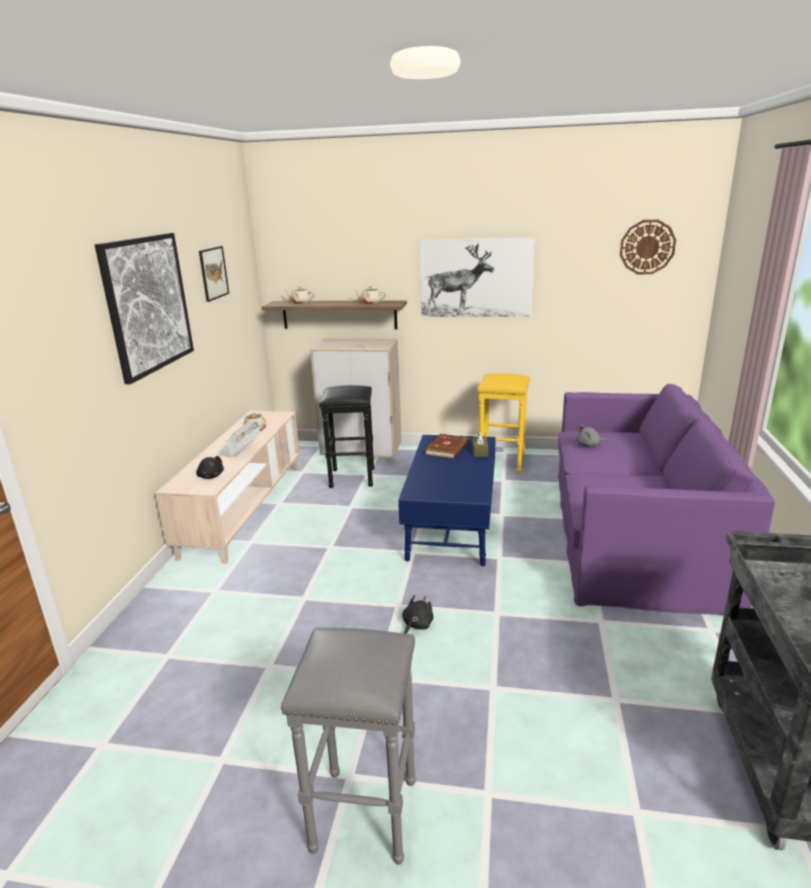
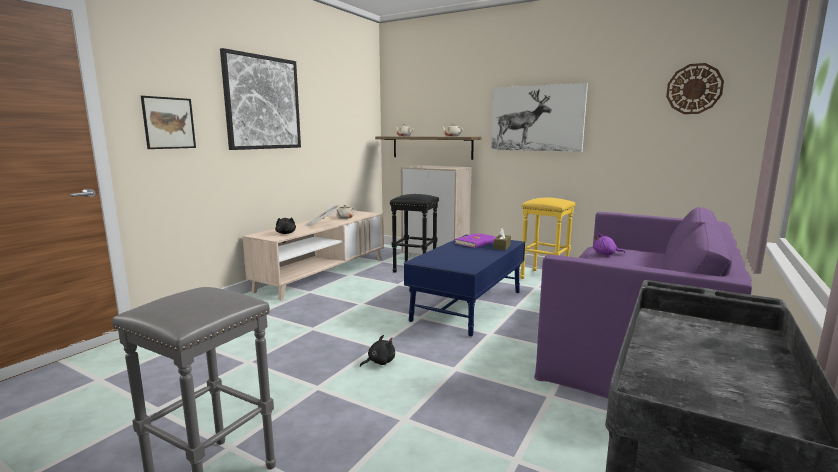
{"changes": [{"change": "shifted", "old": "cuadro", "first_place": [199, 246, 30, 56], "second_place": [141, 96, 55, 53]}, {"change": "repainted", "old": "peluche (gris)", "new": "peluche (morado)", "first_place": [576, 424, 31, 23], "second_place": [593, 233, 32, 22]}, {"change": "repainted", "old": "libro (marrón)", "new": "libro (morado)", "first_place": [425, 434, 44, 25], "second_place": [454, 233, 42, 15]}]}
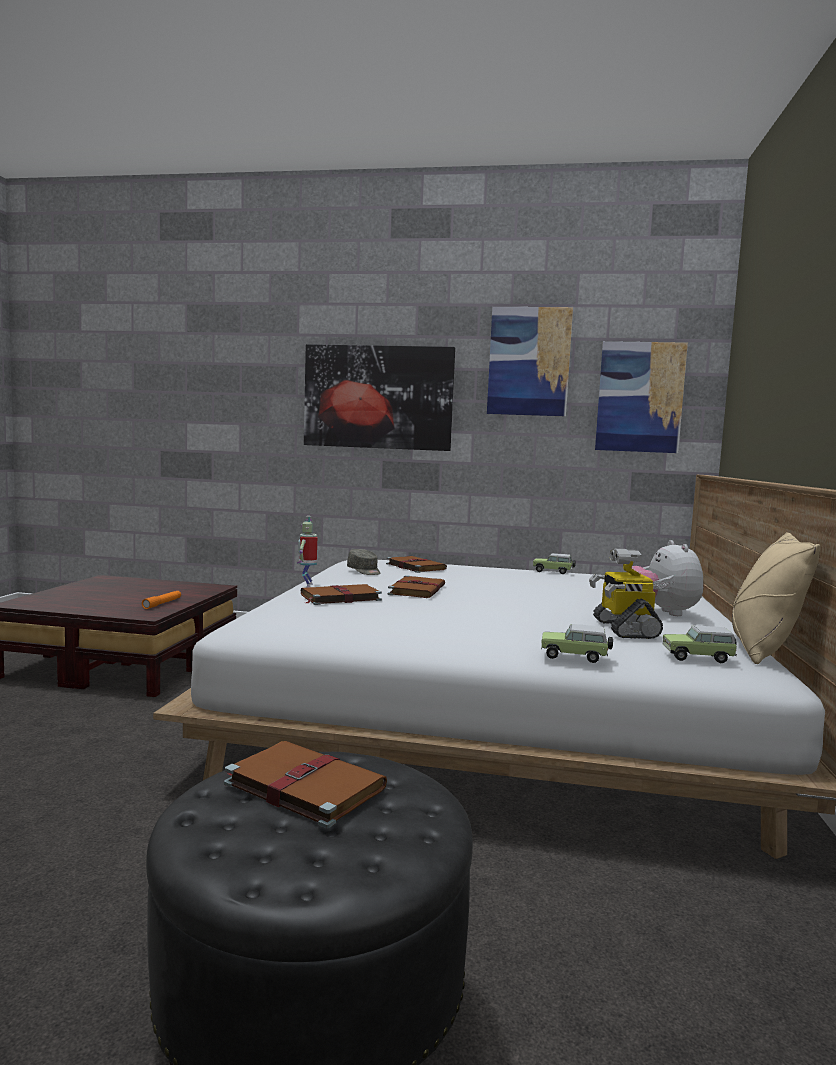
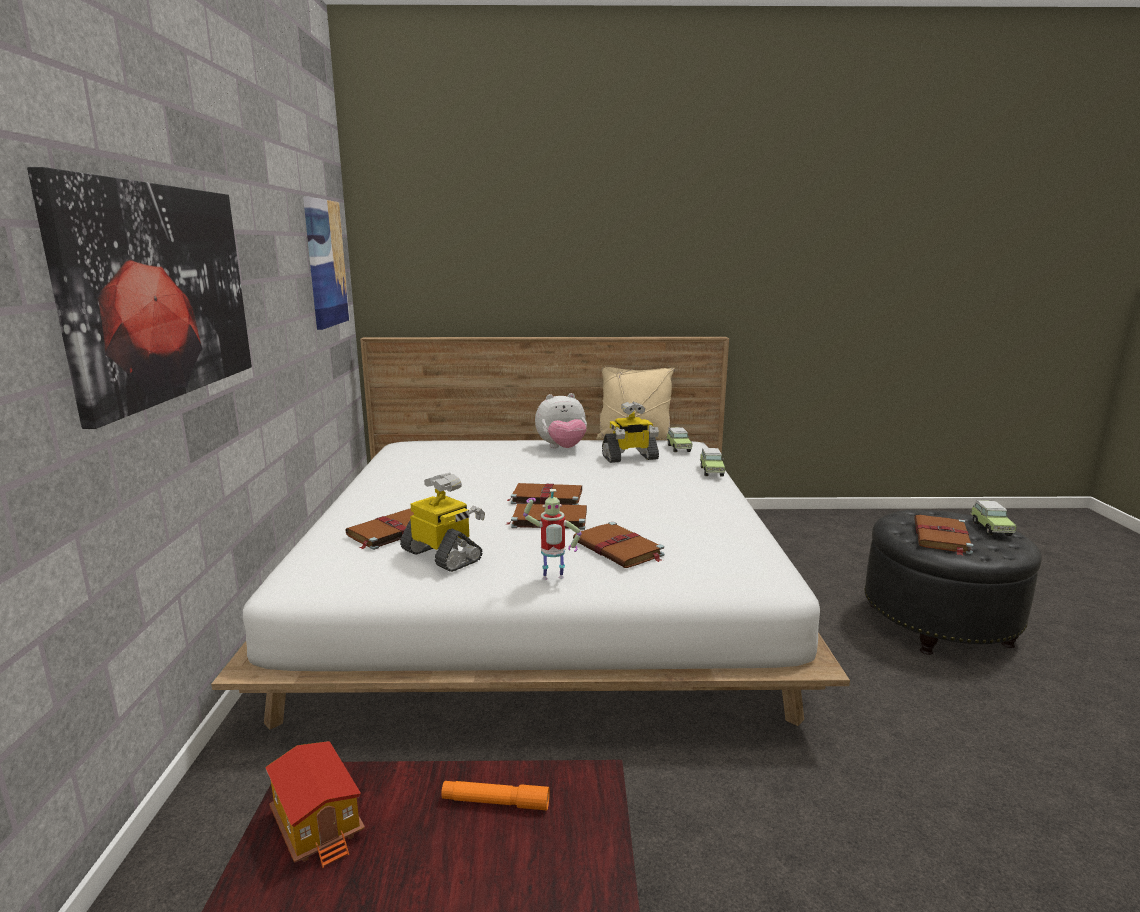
{"changes": [{"change": "gone", "old": "cuadro", "first_place": [487, 307, 86, 109]}, {"change": "swapped", "old": "gorra (gris)", "new": "robot de juguete", "first_place": [347, 549, 34, 26], "second_place": [400, 472, 85, 100]}, {"change": "shifted", "old": "coche de juguete", "first_place": [533, 553, 43, 21], "second_place": [970, 500, 47, 36]}, {"change": "new", "new": "libro (marrón)", "second_place": [507, 483, 75, 22]}, {"change": "new", "new": "casita", "second_place": [265, 741, 100, 127]}]}
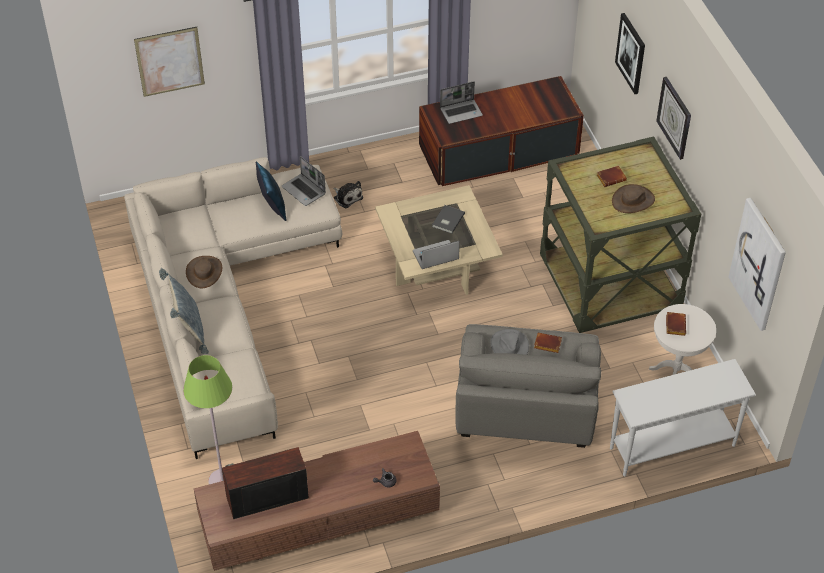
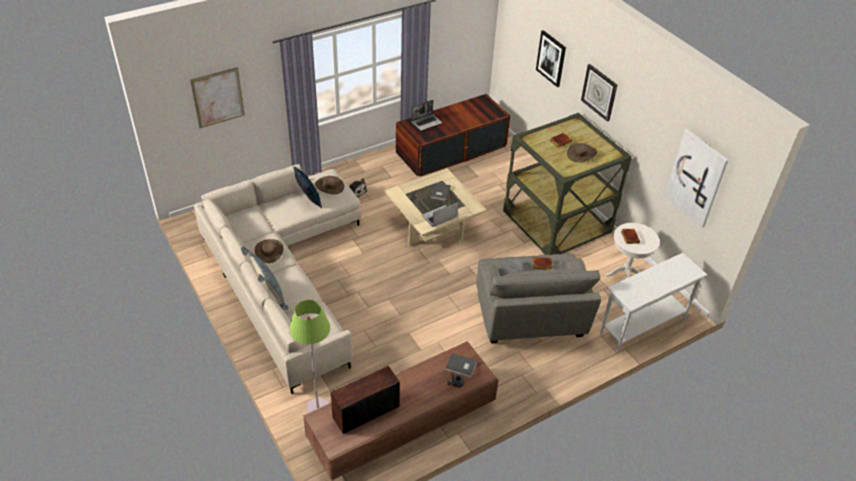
{"changes": [{"change": "swapped", "old": "portátil", "new": "sombrero (marrón)", "first_place": [282, 156, 44, 50], "second_place": [315, 176, 29, 18]}, {"change": "new", "new": "libro (gris)", "second_place": [445, 353, 32, 24]}]}
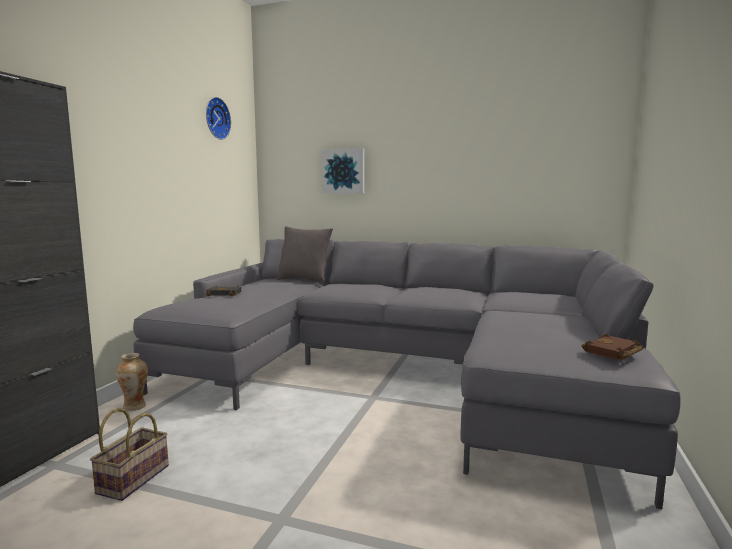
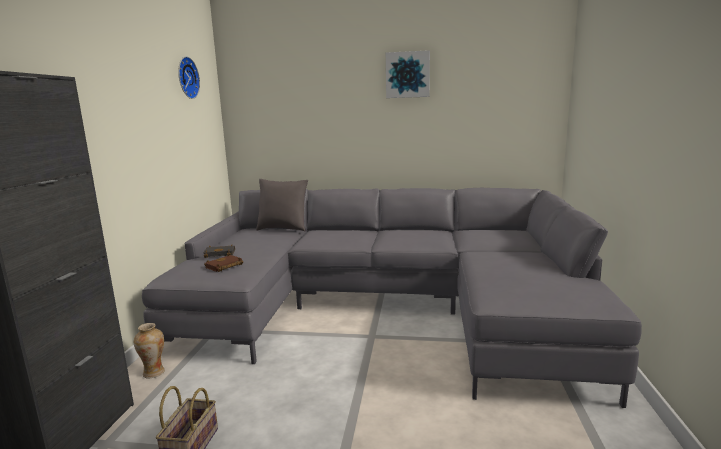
{"changes": [{"change": "shifted", "old": "cuadro", "first_place": [322, 148, 43, 46], "second_place": [386, 50, 44, 48]}, {"change": "shifted", "old": "libro (marrón)", "first_place": [582, 334, 62, 26], "second_place": [204, 254, 39, 18]}]}
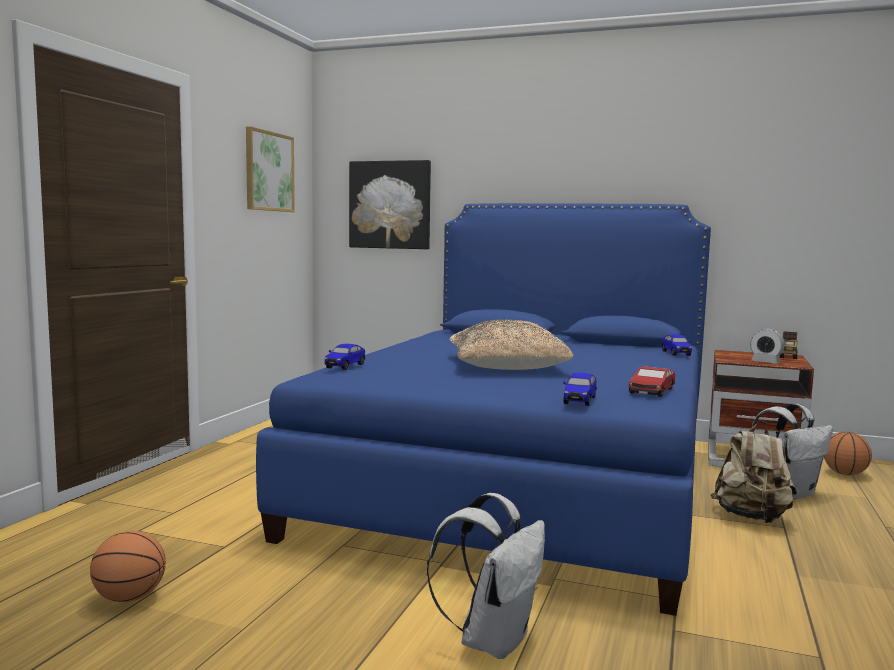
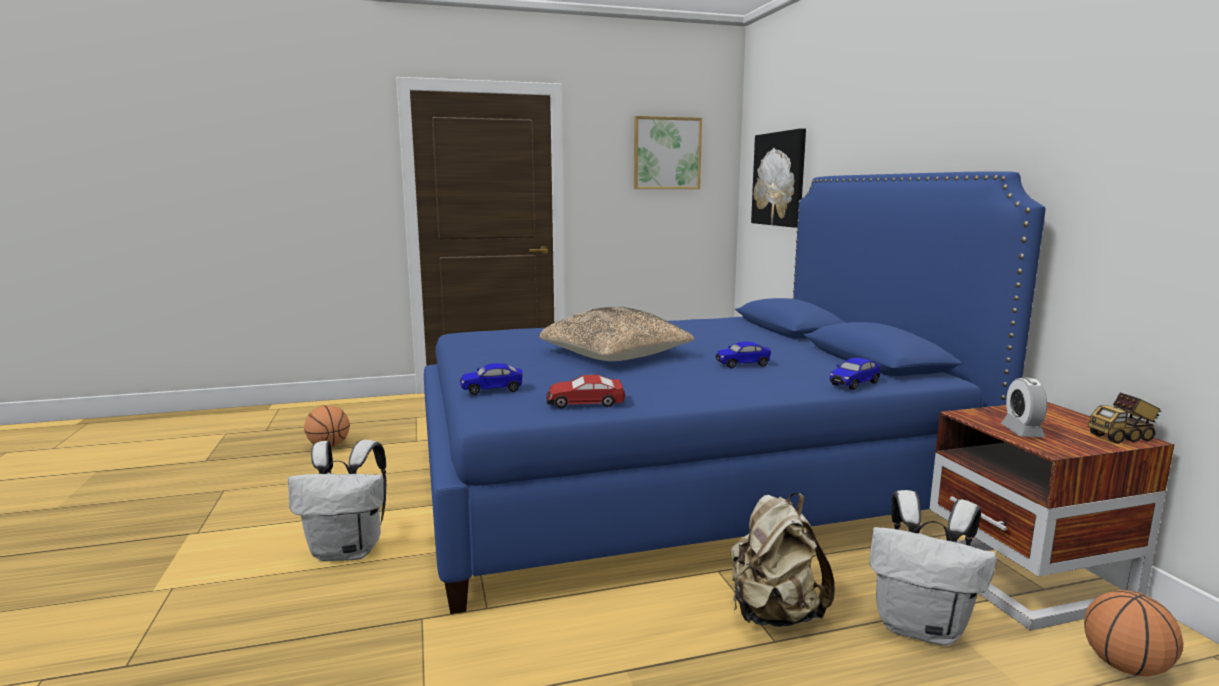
{"changes": [{"change": "shifted", "old": "coche de juguete", "first_place": [325, 344, 40, 26], "second_place": [716, 342, 55, 26]}]}
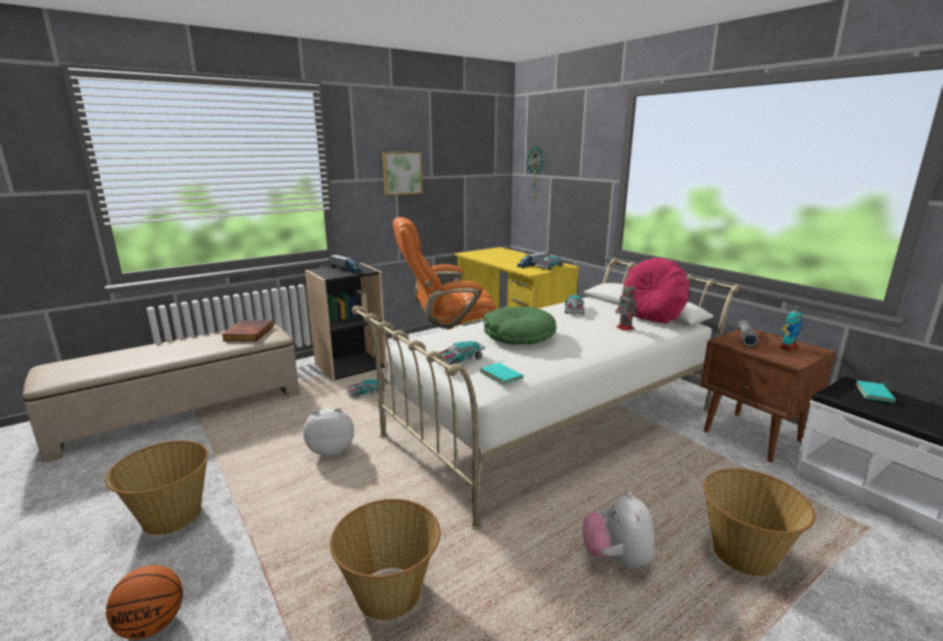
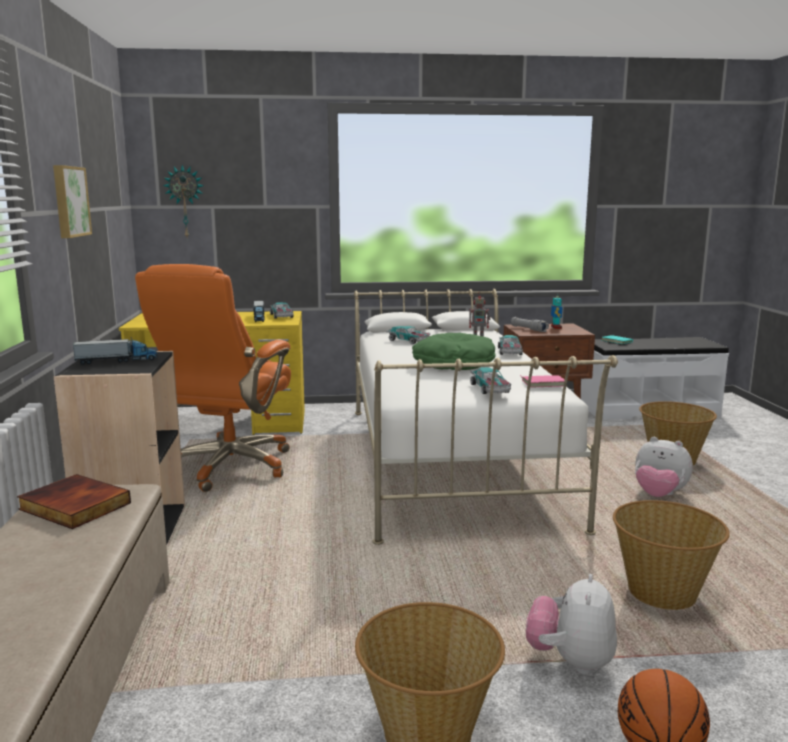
{"changes": [{"change": "gone", "old": "cojín (rosa)", "first_place": [622, 258, 67, 66]}, {"change": "repainted", "old": "libro (turquesa)", "new": "libro (rosa)", "first_place": [481, 361, 42, 24], "second_place": [522, 375, 45, 12]}, {"change": "shifted", "old": "coche de juguete", "first_place": [346, 379, 40, 19], "second_place": [498, 335, 25, 20]}, {"change": "shifted", "old": "peluche", "first_place": [303, 408, 51, 49], "second_place": [526, 574, 91, 101]}]}
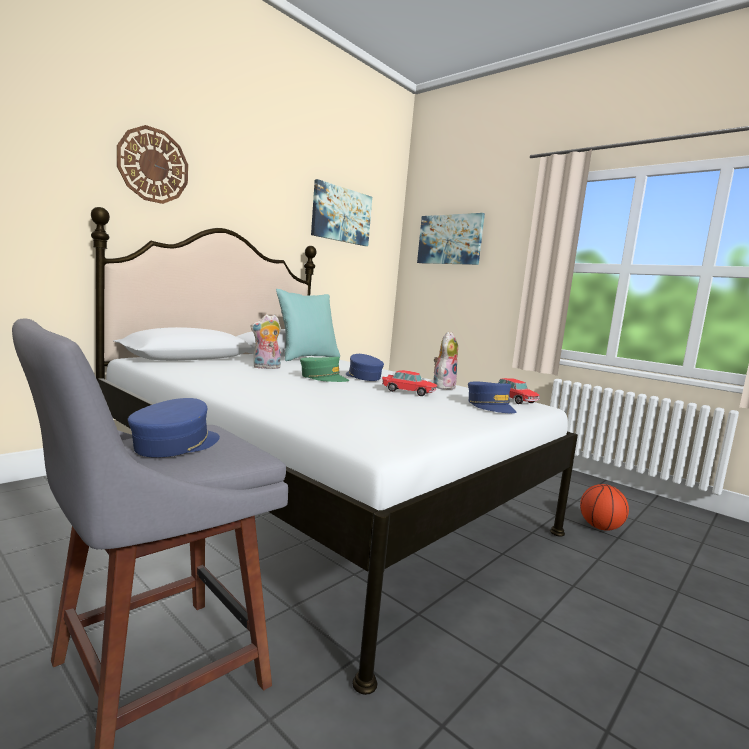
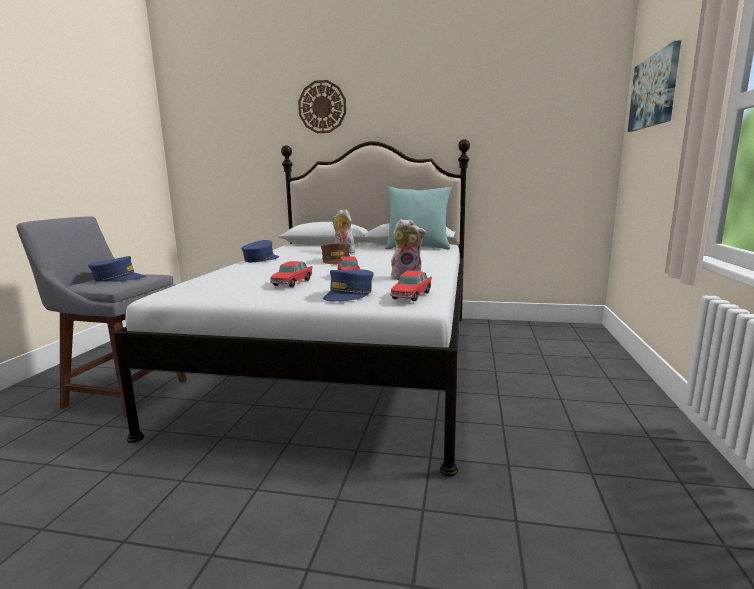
{"changes": [{"change": "gone", "old": "cuadro", "first_place": [311, 179, 61, 67]}, {"change": "shifted", "old": "gorra (azul)", "first_place": [346, 354, 38, 27], "second_place": [241, 240, 38, 22]}, {"change": "repainted", "old": "gorra (verde)", "new": "gorra (marrón)", "first_place": [300, 357, 50, 25], "second_place": [321, 243, 29, 21]}, {"change": "gone", "old": "balón de baloncesto", "first_place": [580, 484, 49, 47]}, {"change": "new", "new": "coche de juguete", "second_place": [270, 261, 43, 26]}]}
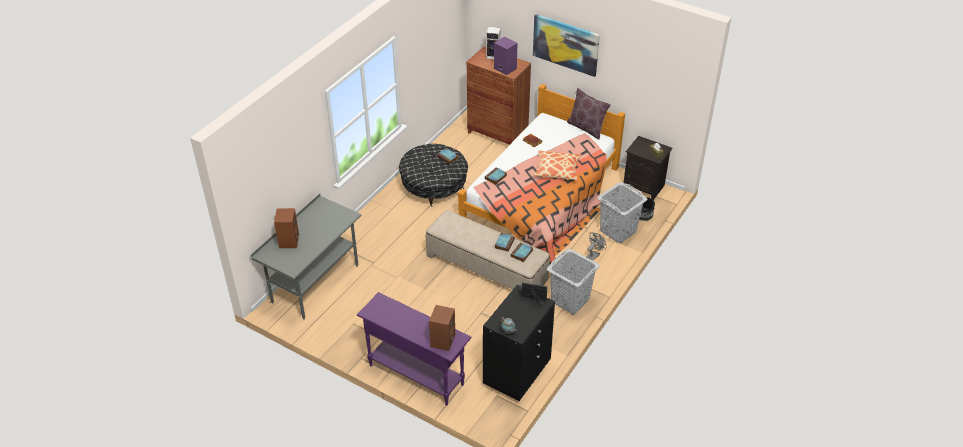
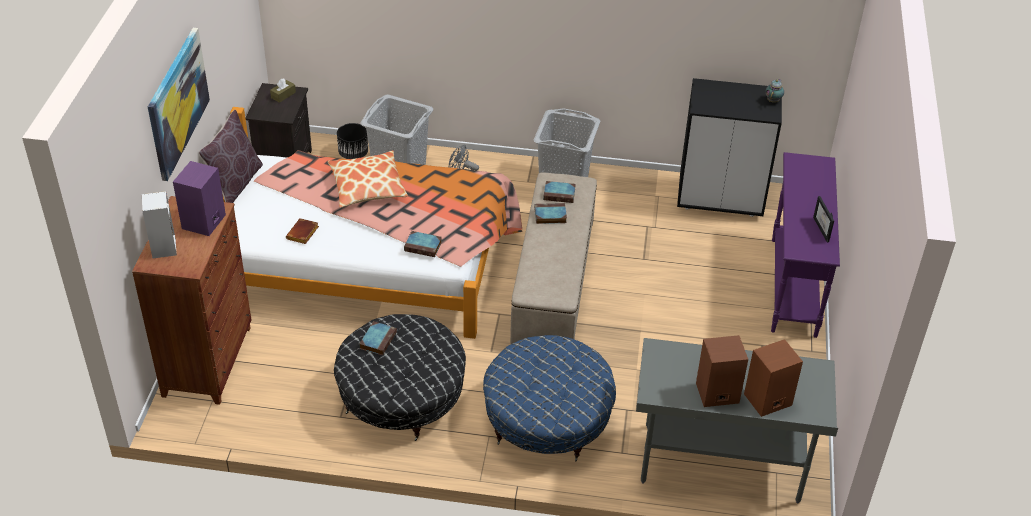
{"changes": [{"change": "shifted", "old": "portarretratos", "first_place": [521, 282, 27, 25], "second_place": [813, 196, 21, 46]}, {"change": "shifted", "old": "altavoz (marrón)", "first_place": [429, 305, 26, 46], "second_place": [696, 335, 52, 72]}, {"change": "new", "new": "puf (azul)", "second_place": [483, 335, 133, 126]}]}
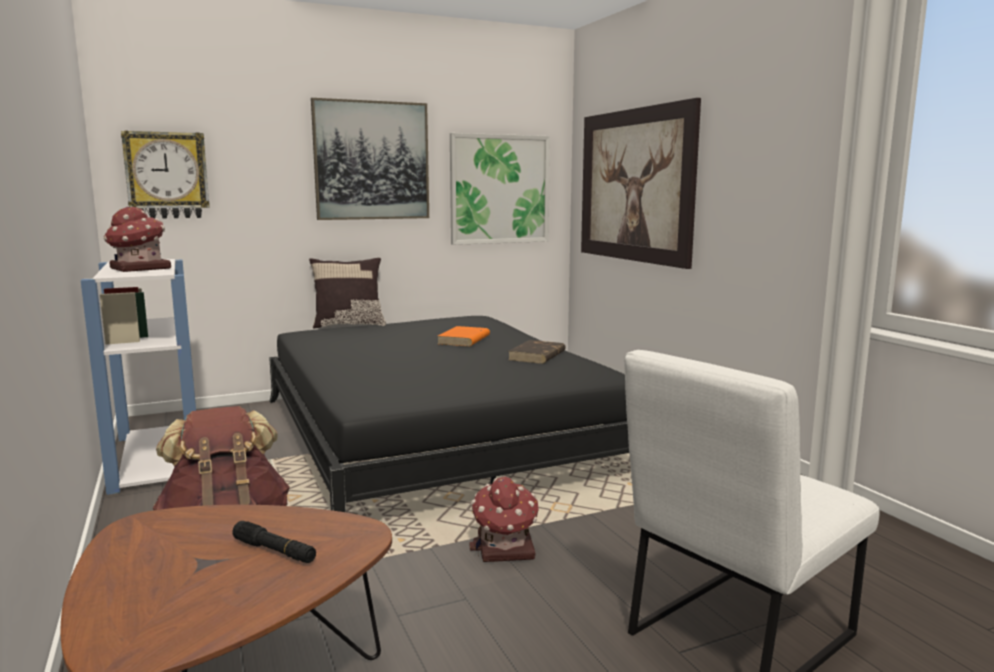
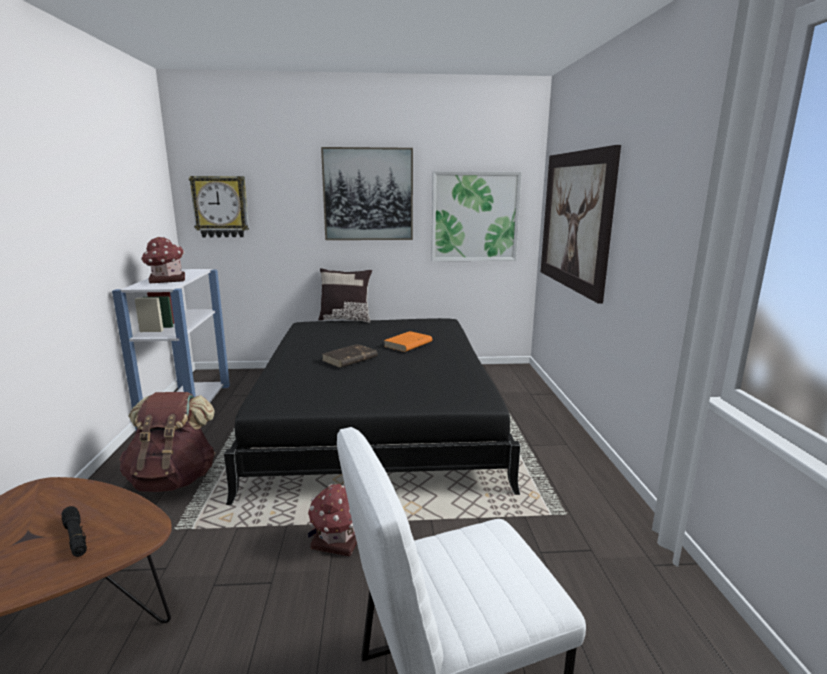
{"changes": [{"change": "shifted", "old": "libro (marrón)", "first_place": [508, 340, 58, 24], "second_place": [322, 344, 56, 24]}]}
